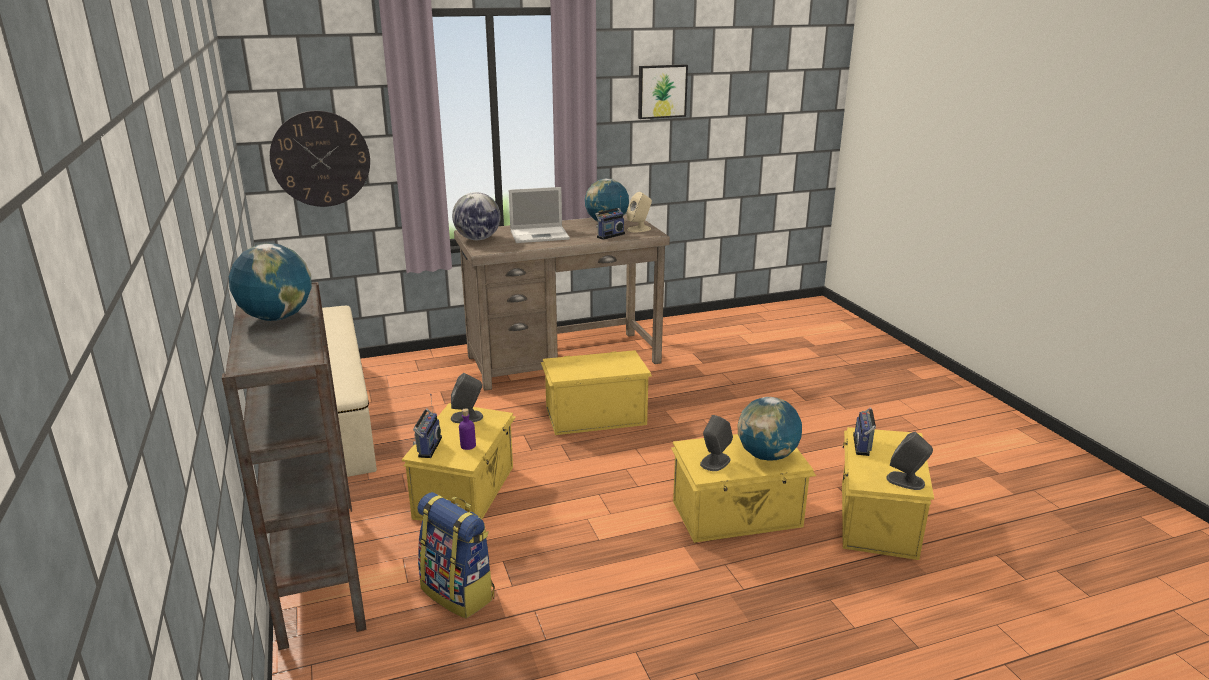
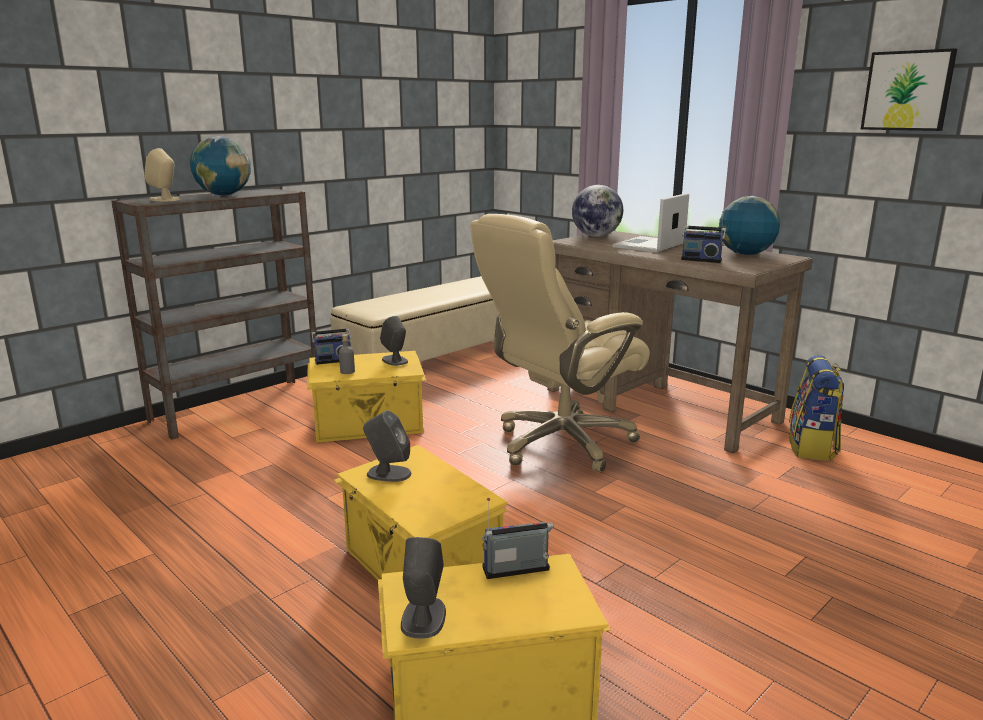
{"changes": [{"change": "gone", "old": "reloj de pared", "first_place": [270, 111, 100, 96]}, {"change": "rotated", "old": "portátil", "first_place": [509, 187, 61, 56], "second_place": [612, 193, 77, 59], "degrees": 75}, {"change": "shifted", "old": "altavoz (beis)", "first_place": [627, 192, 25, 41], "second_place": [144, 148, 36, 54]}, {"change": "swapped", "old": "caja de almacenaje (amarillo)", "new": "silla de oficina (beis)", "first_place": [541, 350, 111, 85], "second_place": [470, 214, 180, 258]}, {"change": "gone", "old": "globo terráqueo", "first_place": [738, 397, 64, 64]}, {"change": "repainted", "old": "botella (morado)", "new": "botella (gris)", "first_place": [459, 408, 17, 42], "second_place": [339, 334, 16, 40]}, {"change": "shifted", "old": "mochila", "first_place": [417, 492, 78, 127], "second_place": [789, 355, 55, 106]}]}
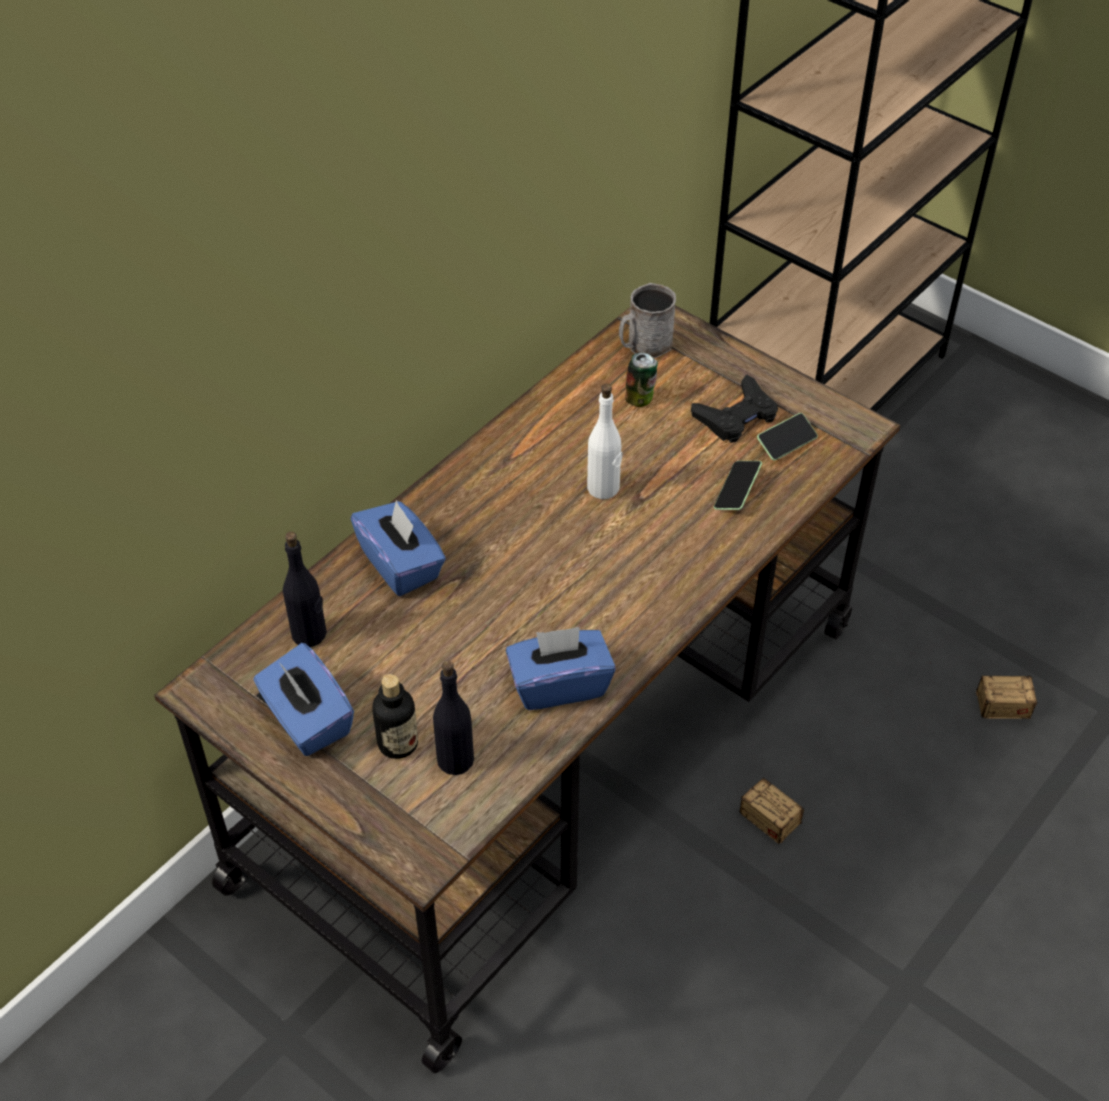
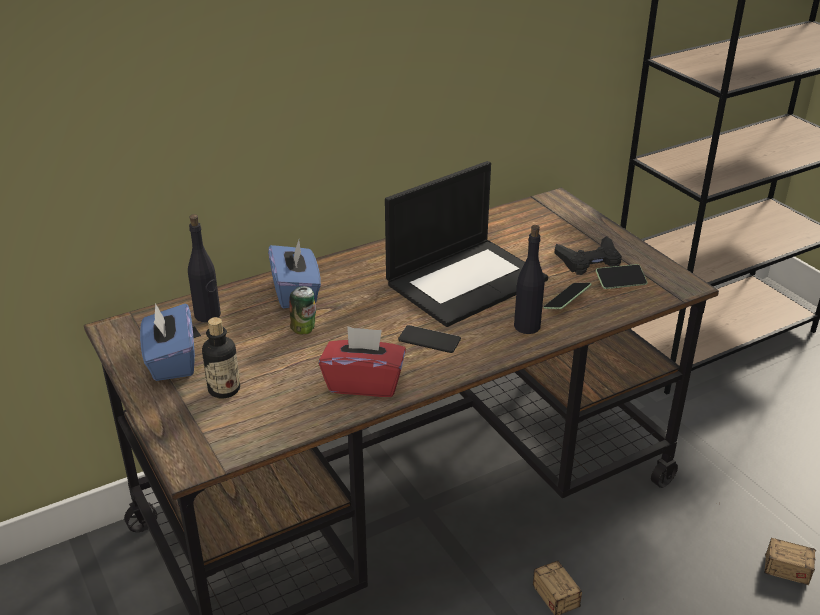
{"changes": [{"change": "gone", "old": "taza grande (gris)", "first_place": [619, 283, 57, 75]}, {"change": "shifted", "old": "lata", "first_place": [625, 353, 33, 54], "second_place": [289, 286, 27, 48]}, {"change": "swapped", "old": "botella (blanco)", "new": "portátil", "first_place": [587, 384, 35, 115], "second_place": [385, 161, 163, 166]}, {"change": "repainted", "old": "caja de pañuelos (azul)", "new": "caja de pañuelos (rojo)", "first_place": [506, 627, 110, 83], "second_place": [319, 326, 87, 71]}, {"change": "shifted", "old": "botella (negro)", "first_place": [433, 660, 41, 115], "second_place": [514, 225, 31, 109]}, {"change": "new", "new": "móvil", "second_place": [398, 325, 63, 28]}]}
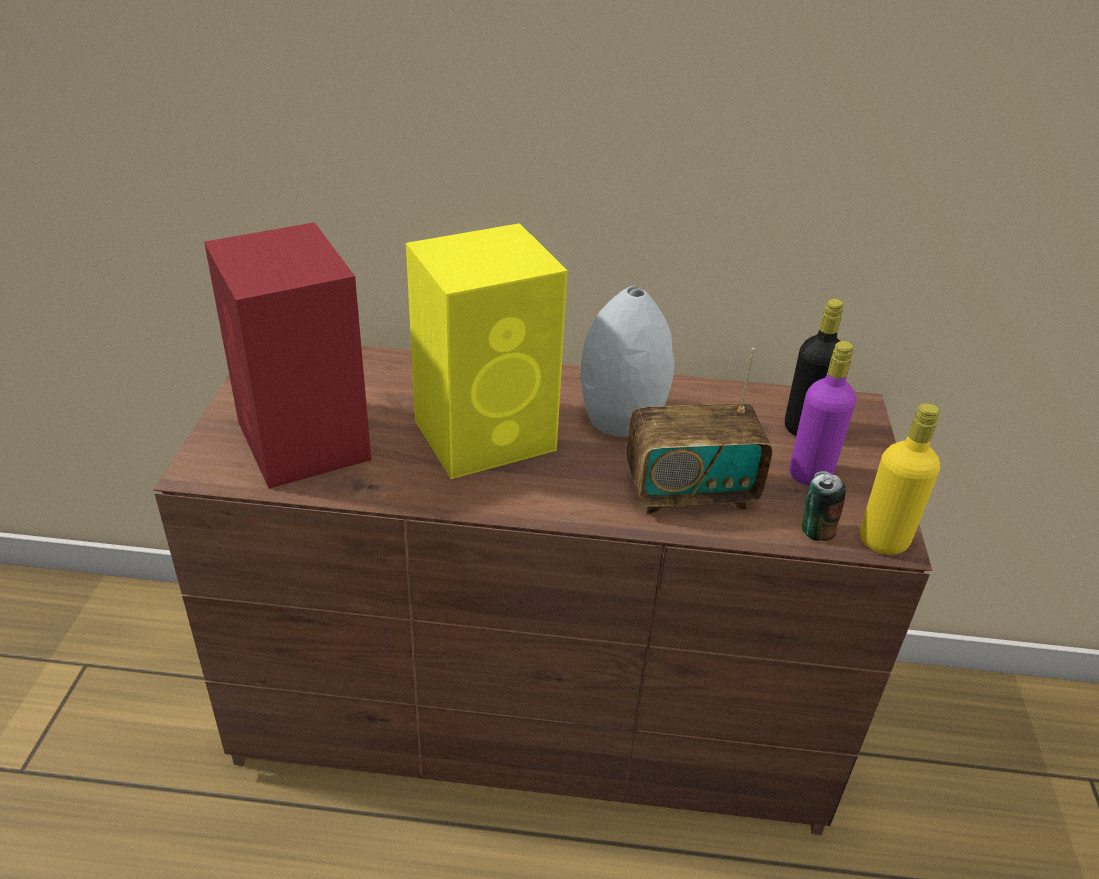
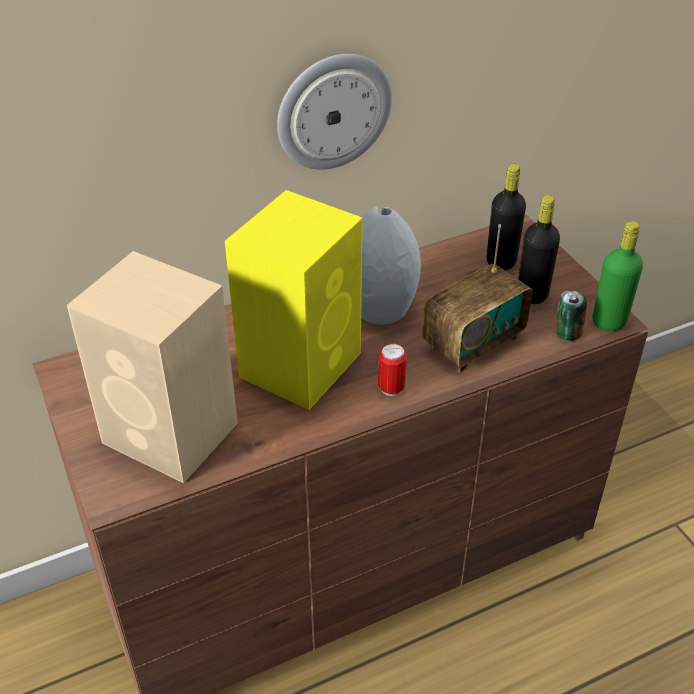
{"changes": [{"change": "repainted", "old": "altavoz (rojo)", "new": "altavoz (beis)", "first_place": [204, 222, 167, 267], "second_place": [67, 251, 171, 232]}, {"change": "repainted", "old": "botella (morado)", "new": "botella (negro)", "first_place": [790, 341, 66, 145], "second_place": [518, 195, 42, 109]}, {"change": "repainted", "old": "botella (amarillo)", "new": "botella (verde)", "first_place": [860, 403, 80, 152], "second_place": [593, 221, 50, 110]}, {"change": "new", "new": "reloj de pared", "second_place": [277, 54, 115, 116]}, {"change": "new", "new": "lata", "second_place": [378, 344, 29, 52]}]}
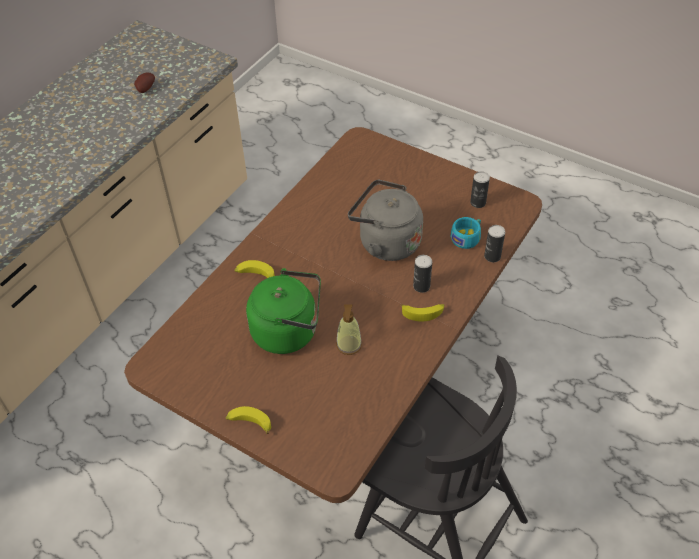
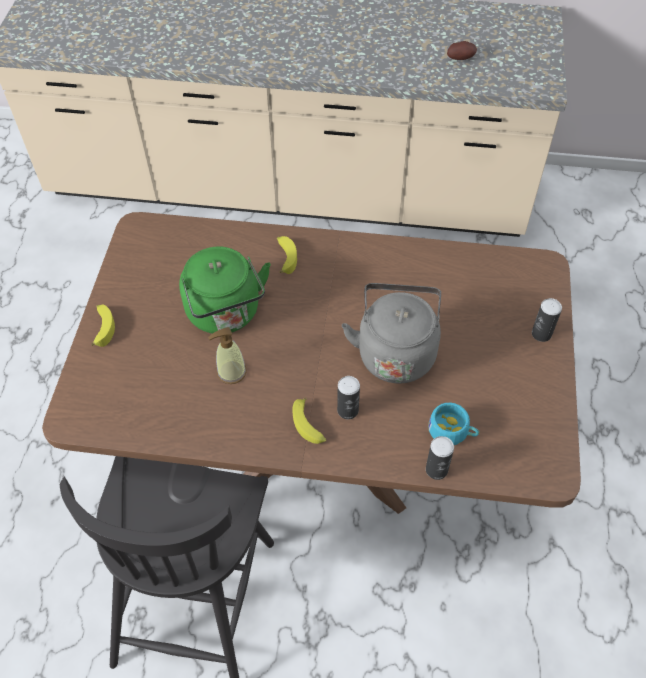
{"changes": [{"change": "shifted", "old": "lata", "first_place": [470, 171, 20, 37], "second_place": [532, 298, 30, 44]}]}
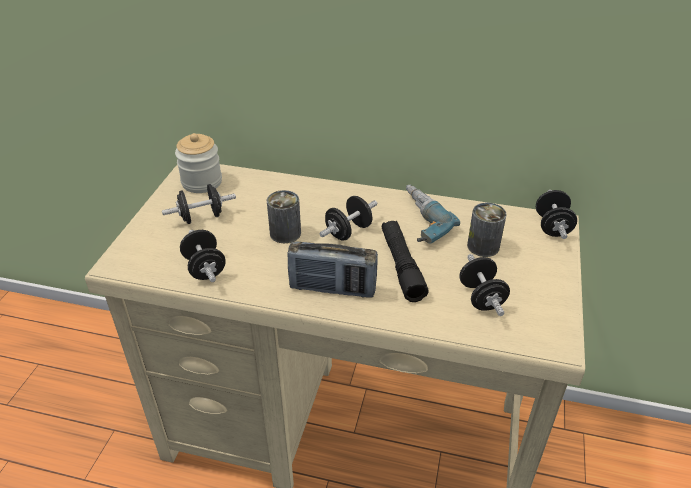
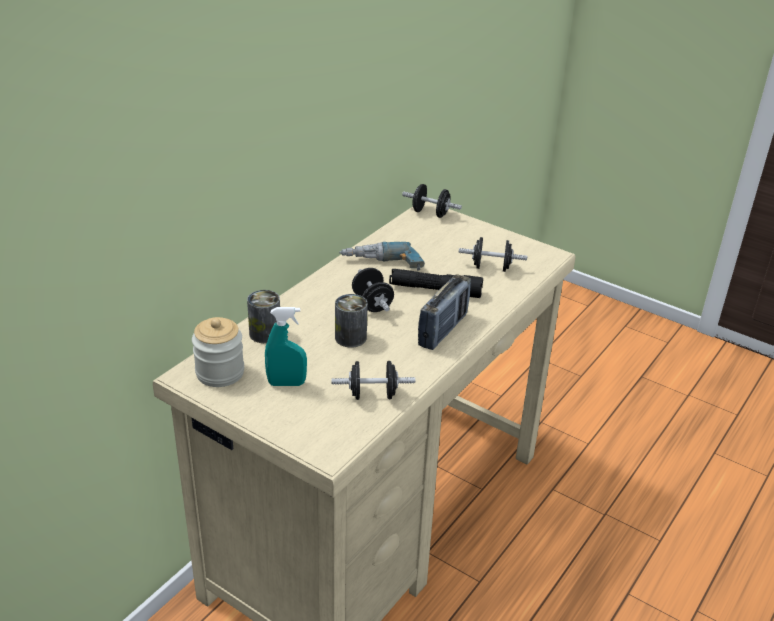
{"changes": [{"change": "swapped", "old": "mancuerna (negro)", "new": "pulverizador (turquesa)", "first_place": [162, 184, 74, 40], "second_place": [265, 307, 42, 79]}, {"change": "shifted", "old": "lata", "first_place": [467, 203, 40, 54], "second_place": [247, 290, 33, 53]}]}
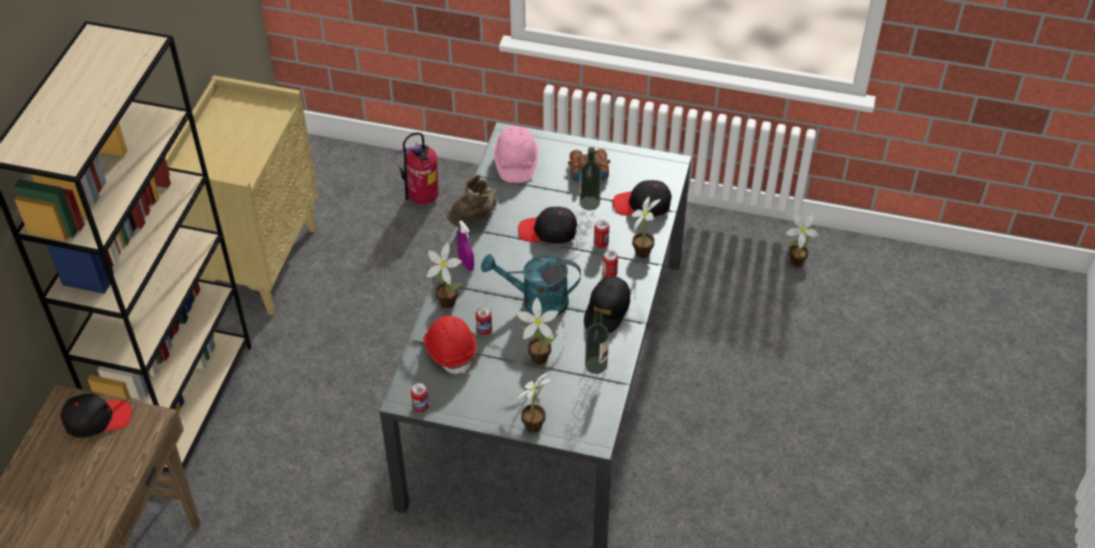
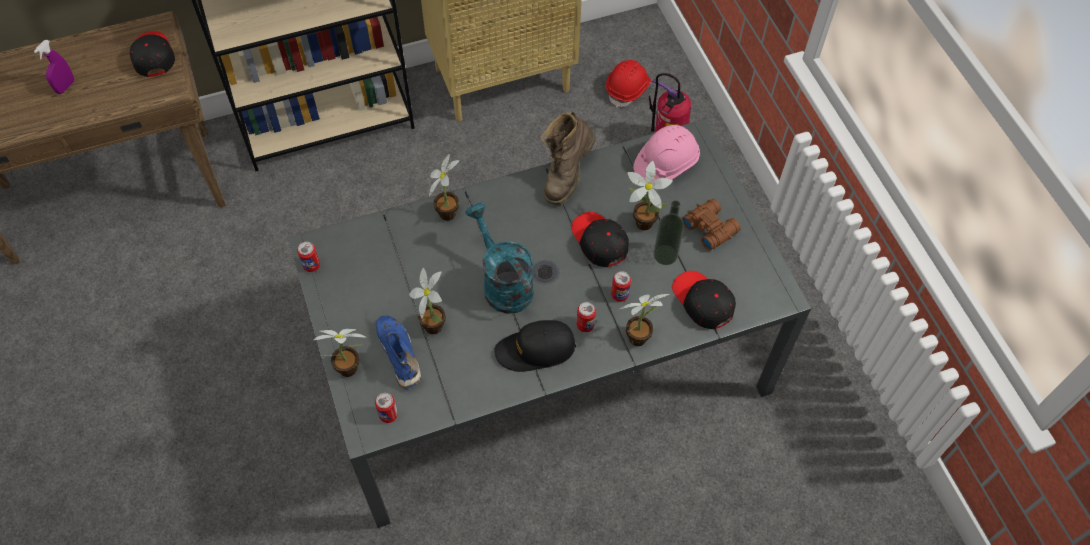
{"changes": [{"change": "rotated", "old": "bota (marrón)", "first_place": [447, 174, 51, 53], "second_place": [540, 111, 56, 94], "degrees": 120}, {"change": "shifted", "old": "planta en maceta", "first_place": [785, 214, 34, 53], "second_place": [628, 161, 45, 70]}, {"change": "shifted", "old": "pulverizador (morado)", "first_place": [457, 221, 17, 49], "second_place": [34, 40, 40, 54]}, {"change": "shifted", "old": "lata", "first_place": [476, 307, 16, 29], "second_place": [375, 393, 23, 30]}, {"change": "gone", "old": "botella", "first_place": [585, 310, 24, 64]}, {"change": "shifted", "old": "casco (rojo)", "first_place": [424, 315, 53, 59], "second_place": [606, 60, 45, 48]}, {"change": "rotated", "old": "gorra (negro)", "first_place": [60, 393, 72, 45], "second_place": [130, 31, 45, 46], "degrees": -150}, {"change": "new", "new": "zapato (azul)", "second_place": [376, 315, 45, 74]}]}
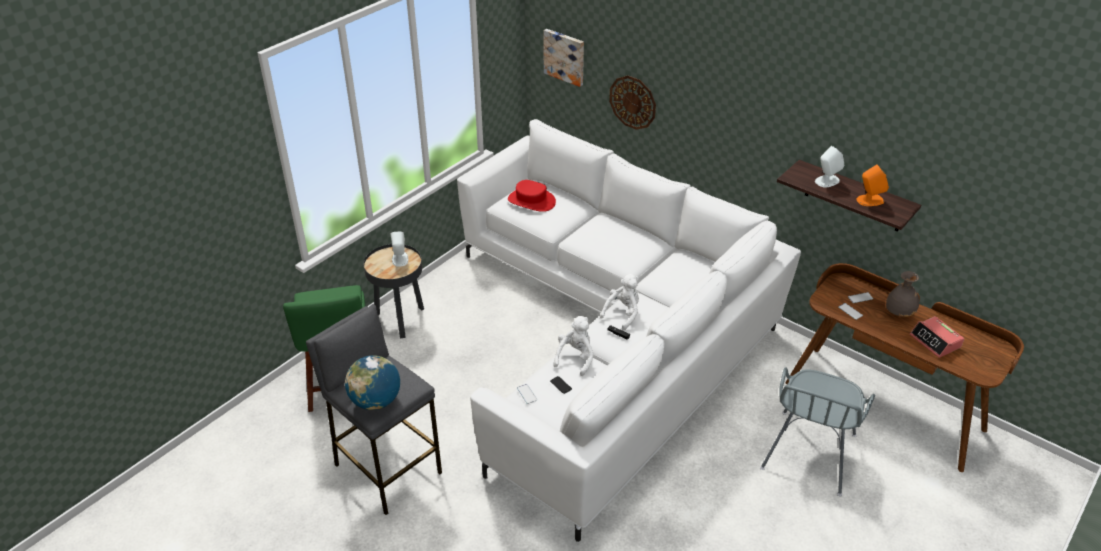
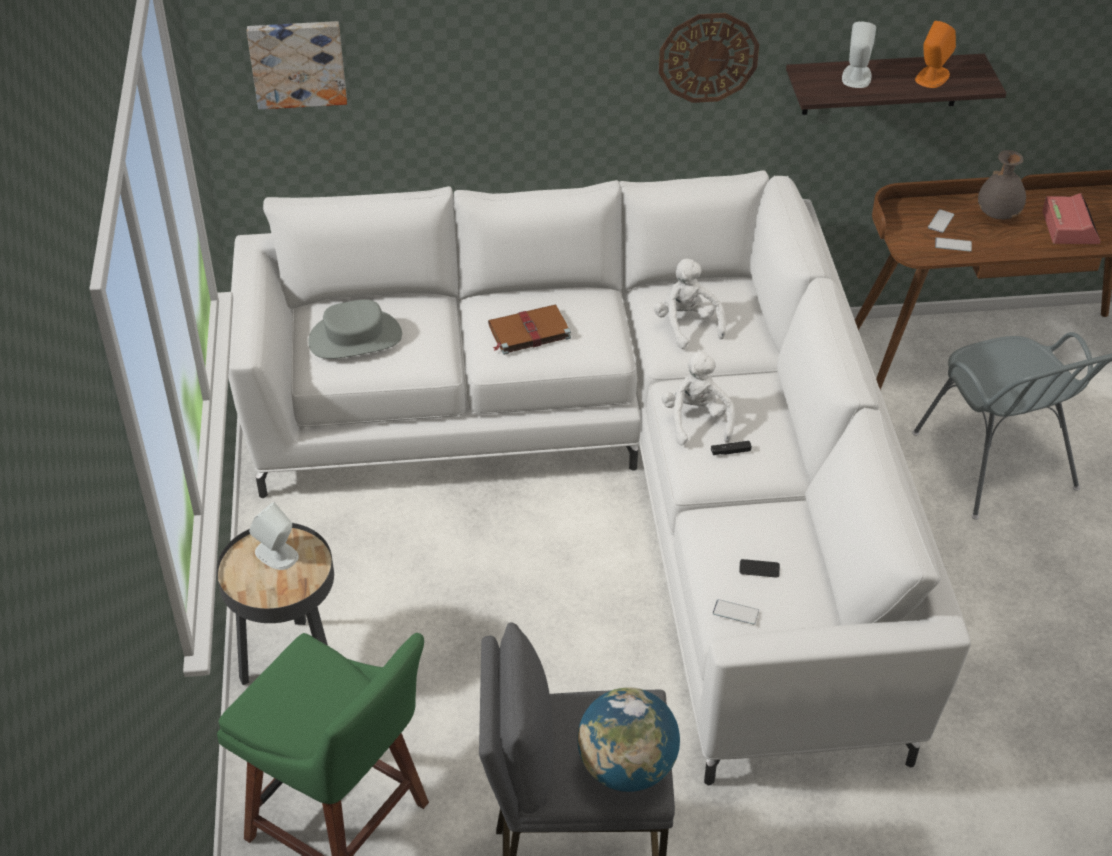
{"changes": [{"change": "shifted", "old": "reloj de pared", "first_place": [609, 76, 47, 54], "second_place": [659, 13, 100, 90]}, {"change": "repainted", "old": "sombrero (rojo)", "new": "sombrero (gris)", "first_place": [508, 180, 48, 32], "second_place": [308, 299, 94, 60]}, {"change": "shifted", "old": "peluche (blanco)", "first_place": [553, 316, 41, 60], "second_place": [654, 259, 72, 90]}, {"change": "rotated", "old": "despertador", "first_place": [910, 316, 54, 42], "second_place": [1042, 193, 59, 51], "degrees": -105}, {"change": "new", "new": "libro (marrón)", "second_place": [488, 305, 83, 50]}]}
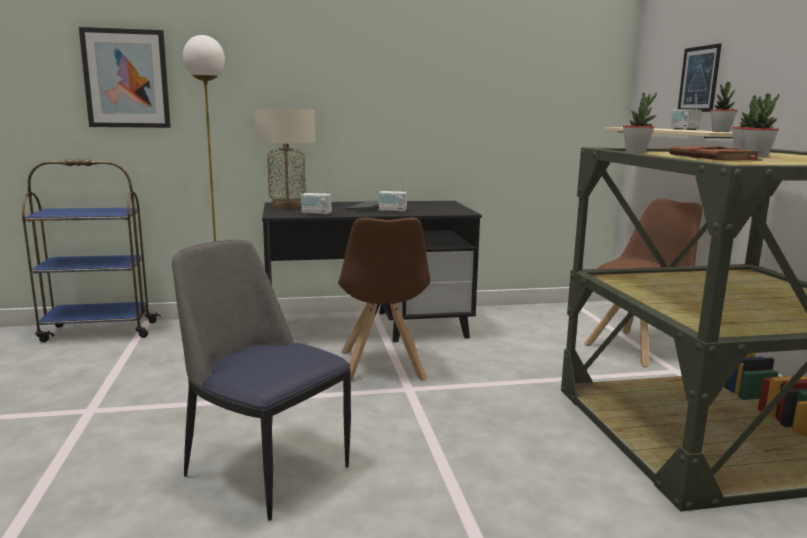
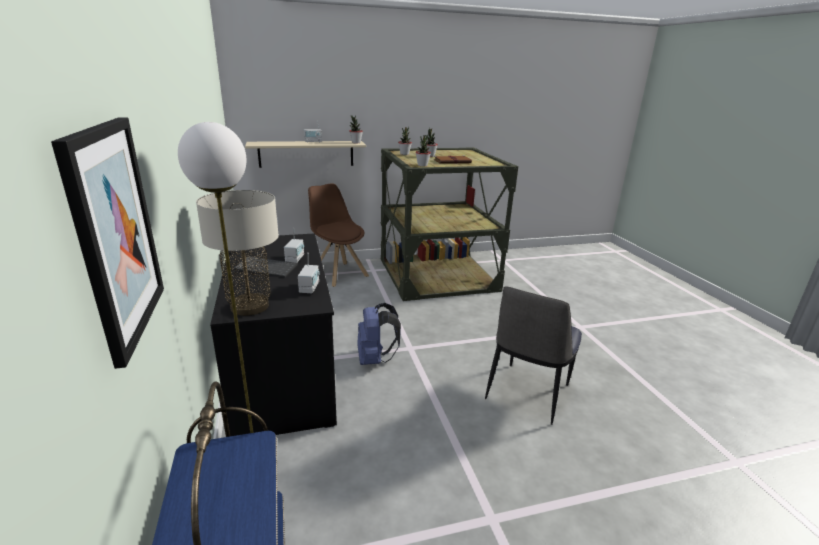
{"changes": [{"change": "gone", "old": "cuadro", "first_place": [678, 43, 44, 69]}, {"change": "swapped", "old": "silla (marrón)", "new": "mochila (azul)", "first_place": [338, 218, 92, 163], "second_place": [357, 303, 44, 62]}]}
